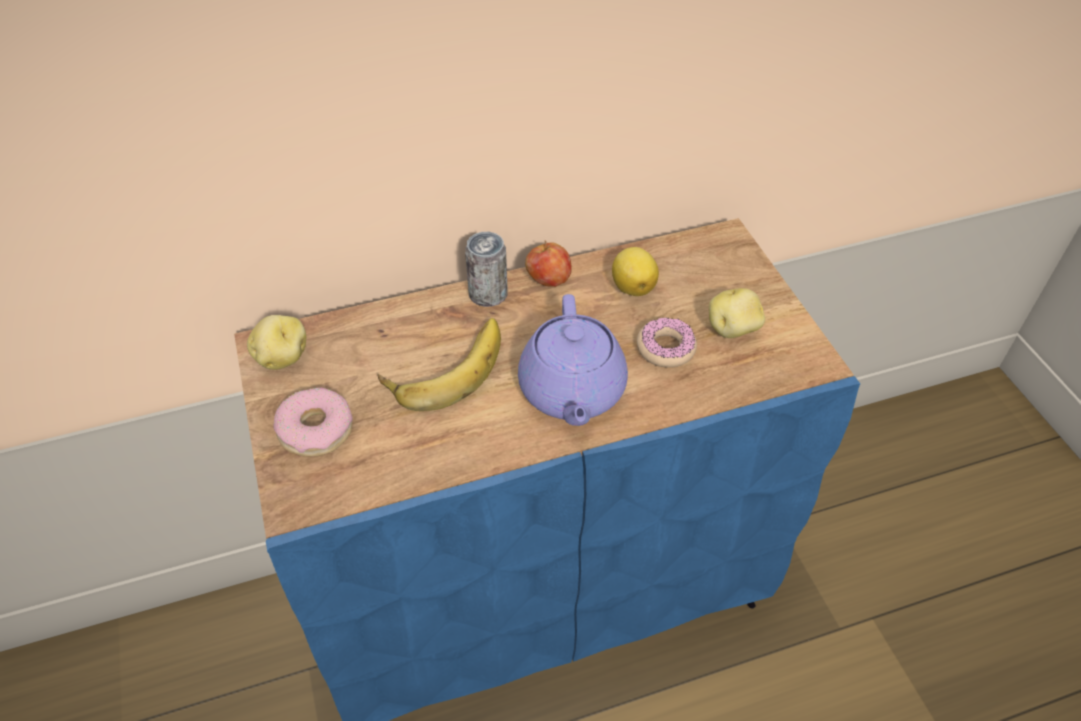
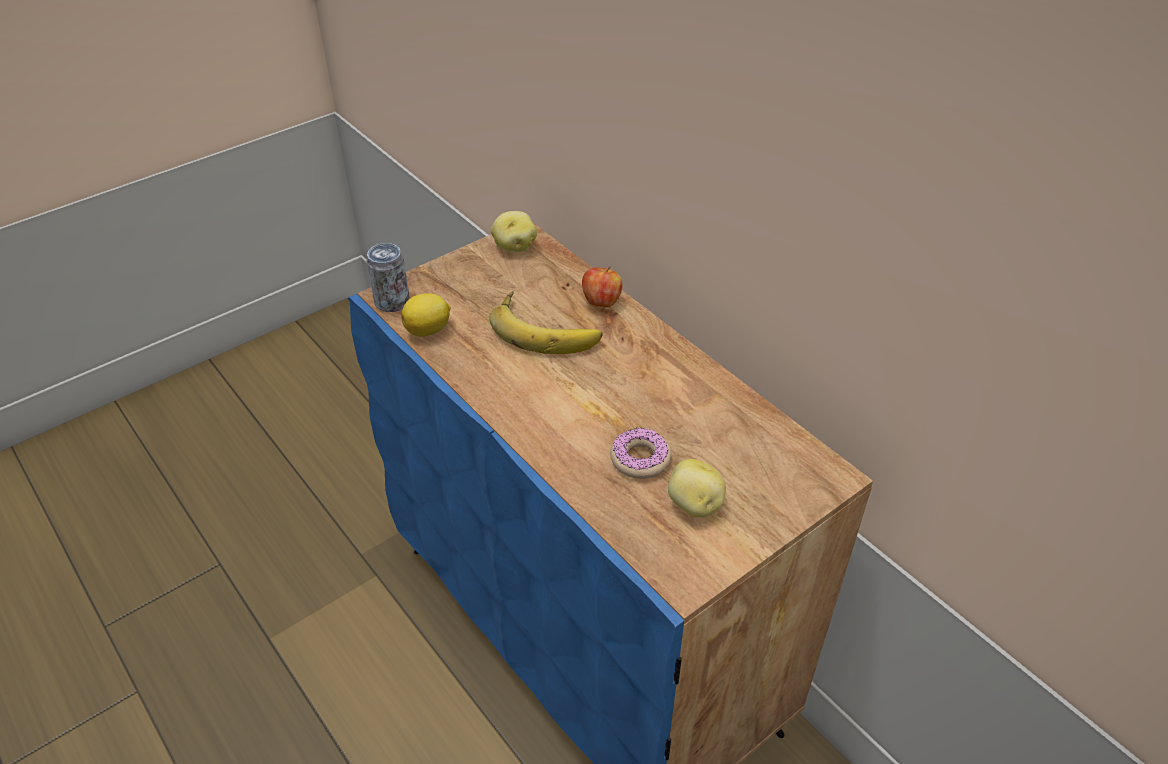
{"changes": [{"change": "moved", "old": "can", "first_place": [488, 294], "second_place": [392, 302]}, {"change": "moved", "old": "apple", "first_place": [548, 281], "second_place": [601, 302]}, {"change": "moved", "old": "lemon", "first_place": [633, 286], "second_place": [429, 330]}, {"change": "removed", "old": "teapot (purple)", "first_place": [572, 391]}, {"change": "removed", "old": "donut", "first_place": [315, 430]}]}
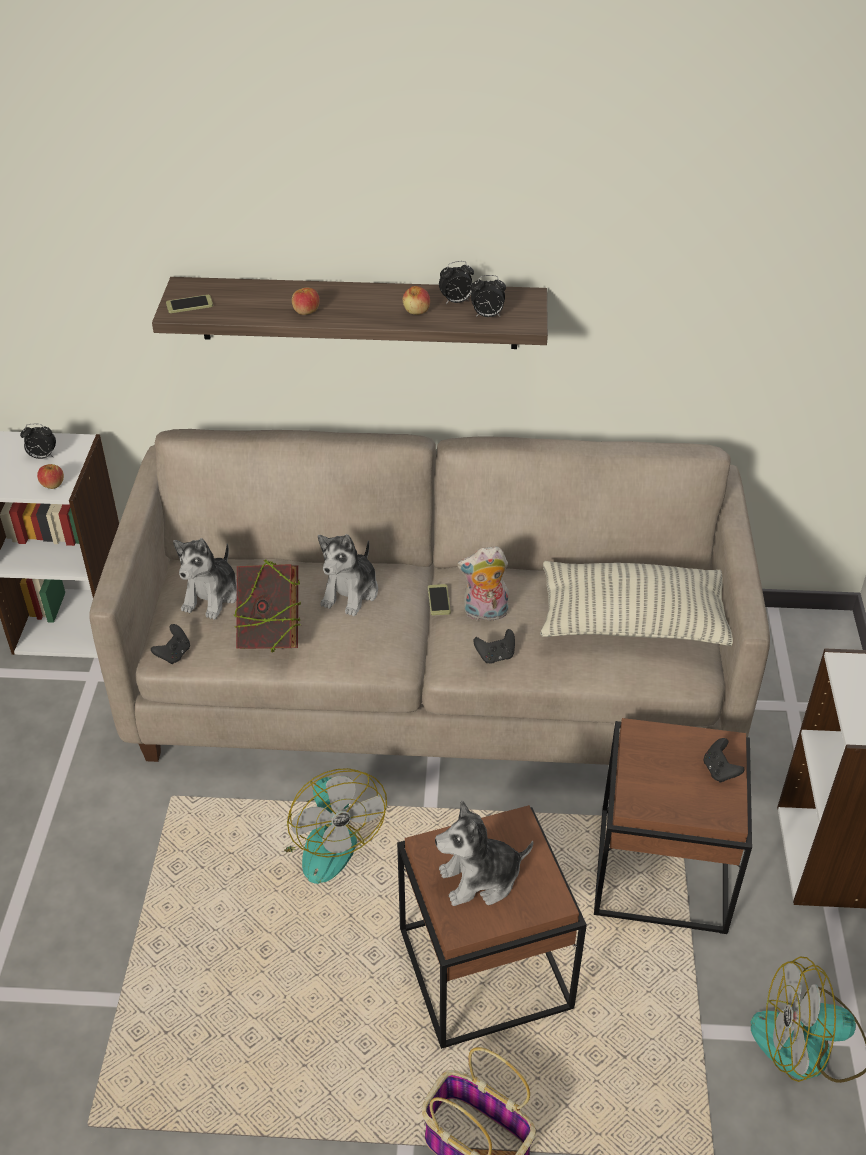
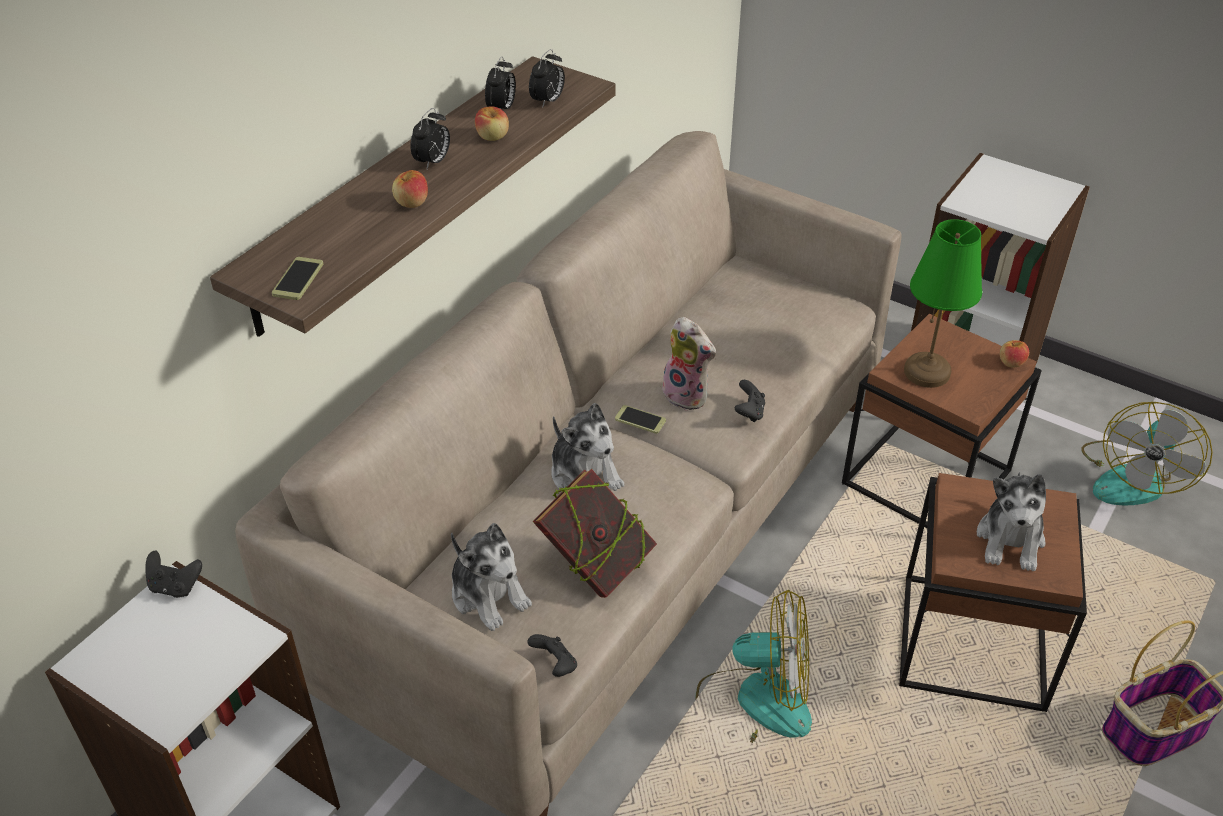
{"changes": [{"change": "moved", "old": "alarm clock", "first_place": [42, 457], "second_place": [433, 162]}, {"change": "moved", "old": "apple", "first_place": [52, 484], "second_place": [1011, 362]}, {"change": "turned", "old": "plush toy", "first_place": [484, 613], "second_place": [688, 395], "degrees": -75}, {"change": "removed", "old": "pillow", "first_place": [633, 622]}, {"change": "moved", "old": "game controller (black)", "first_place": [719, 771], "second_place": [175, 586]}, {"change": "added", "new": "table lamp (green)", "second_place": [927, 371]}]}
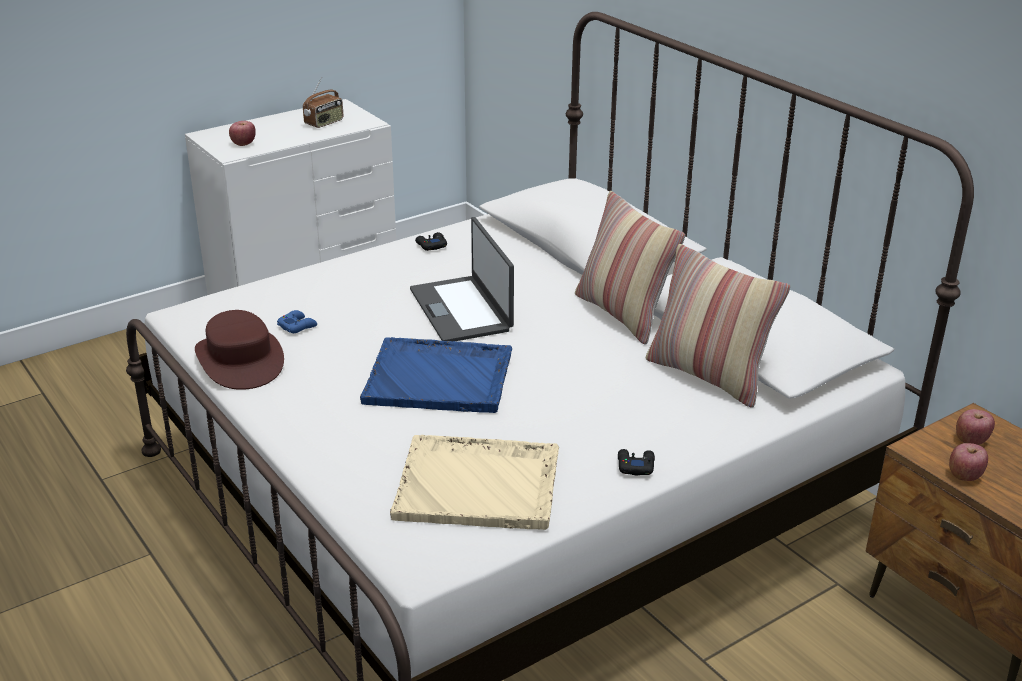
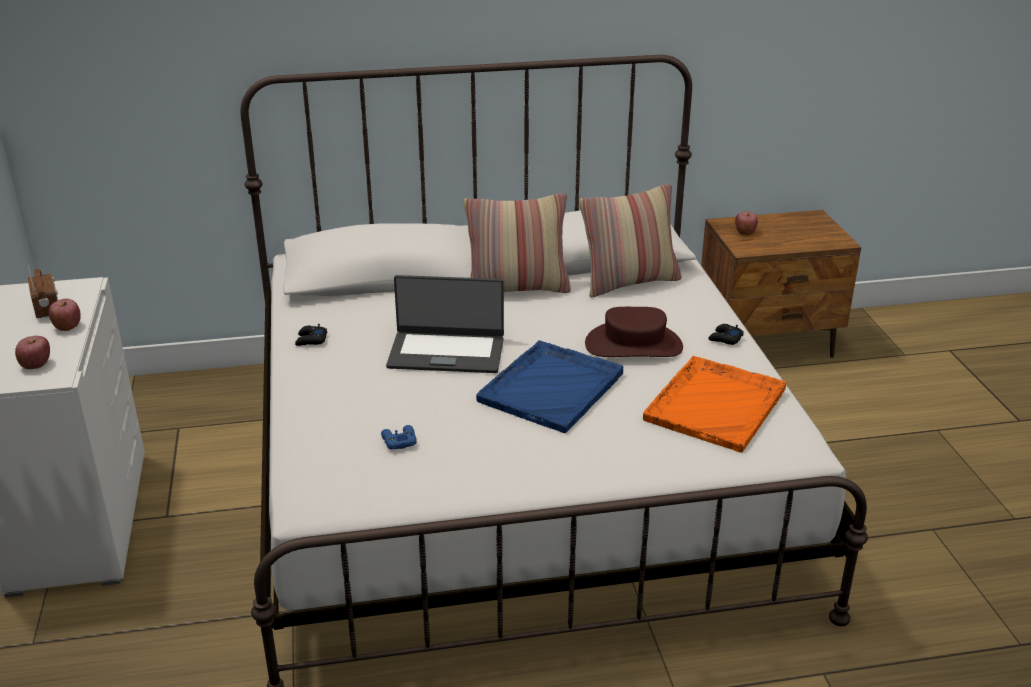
{"changes": [{"change": "moved", "old": "hat (brown)", "first_place": [240, 360], "second_place": [634, 345]}, {"change": "recoloured", "old": "tray (beige)", "new": "tray (orange)", "first_place": [479, 485], "second_place": [716, 404]}, {"change": "moved", "old": "apple", "first_place": [965, 475], "second_place": [67, 326]}]}
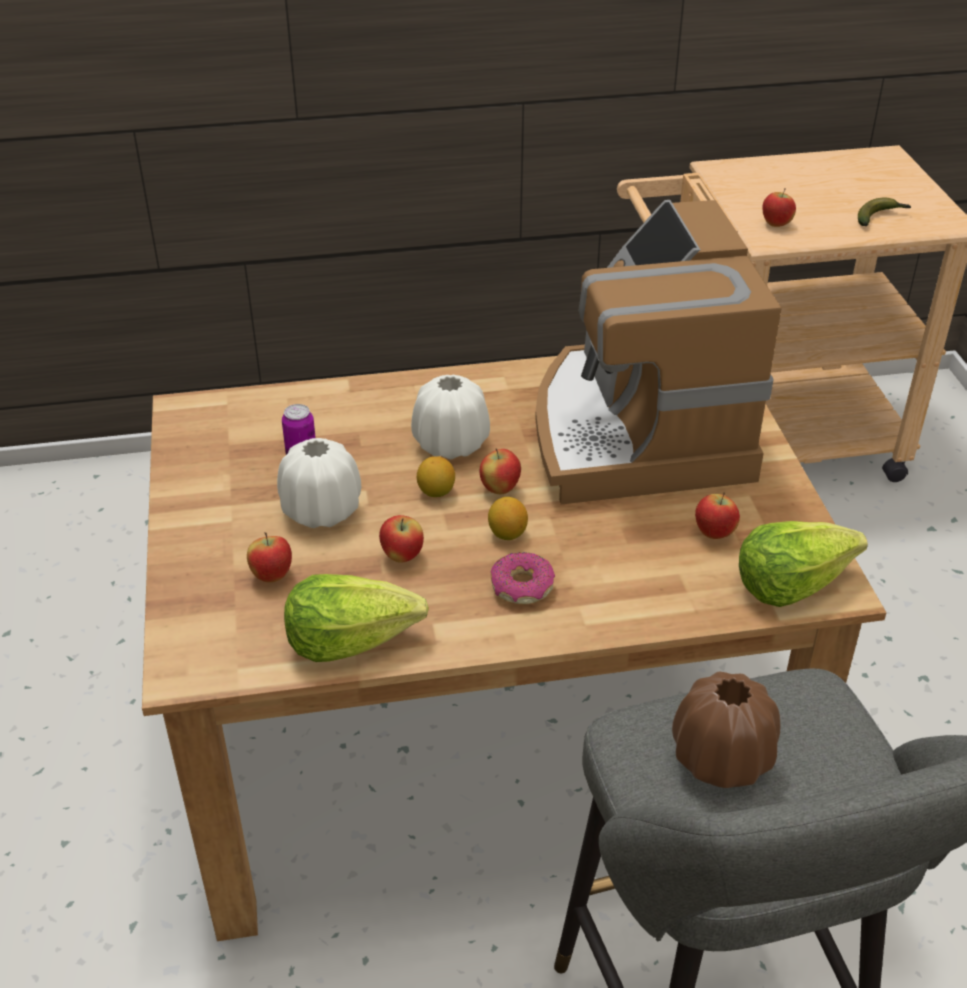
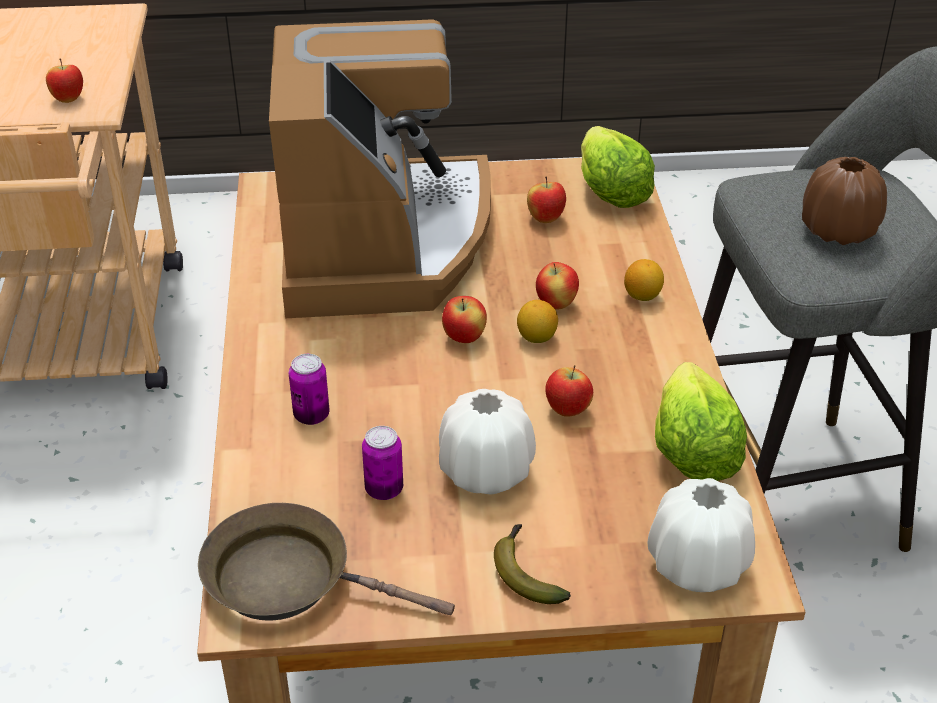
{"changes": [{"change": "moved", "old": "banana", "first_place": [880, 218], "second_place": [526, 572]}, {"change": "turned", "old": "coffee machine", "first_place": [637, 430], "second_place": [383, 243], "degrees": -90}, {"change": "moved", "old": "vase (white)", "first_place": [451, 444], "second_place": [697, 565]}, {"change": "moved", "old": "lemon", "first_place": [436, 492], "second_place": [642, 296]}, {"change": "moved", "old": "apple", "first_place": [272, 576], "second_place": [556, 304]}, {"change": "removed", "old": "donut", "first_place": [521, 587]}, {"change": "added", "new": "can", "second_place": [311, 415]}, {"change": "added", "new": "frying pan (brown)", "second_place": [290, 579]}]}
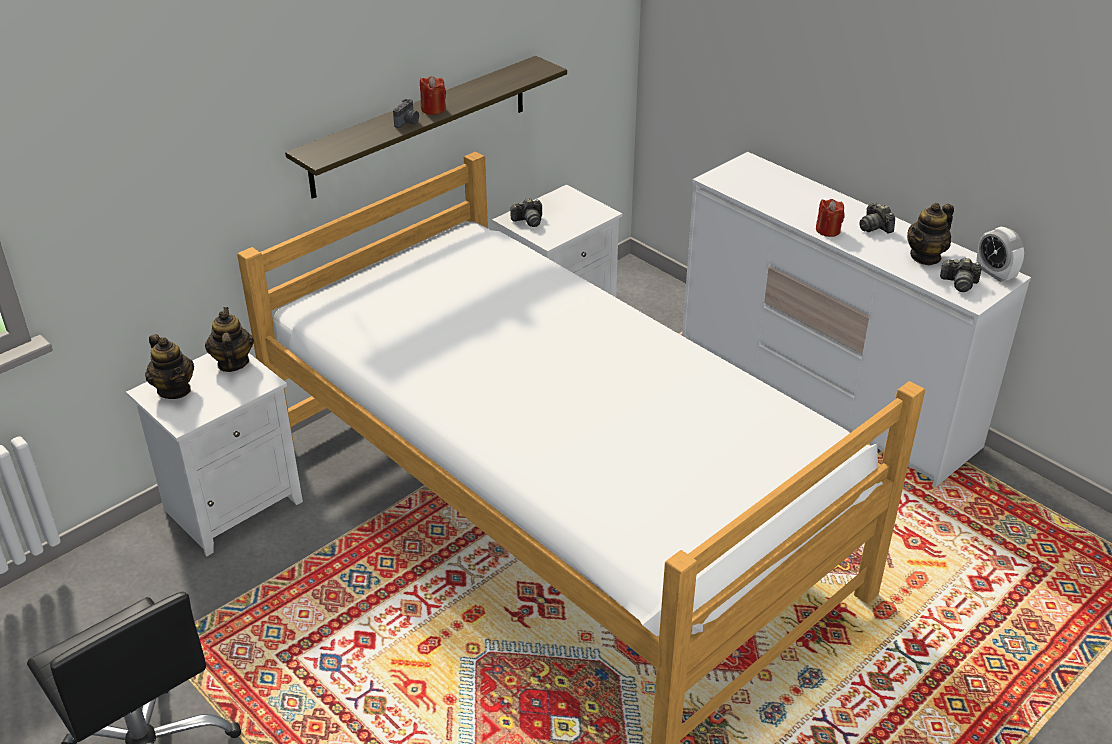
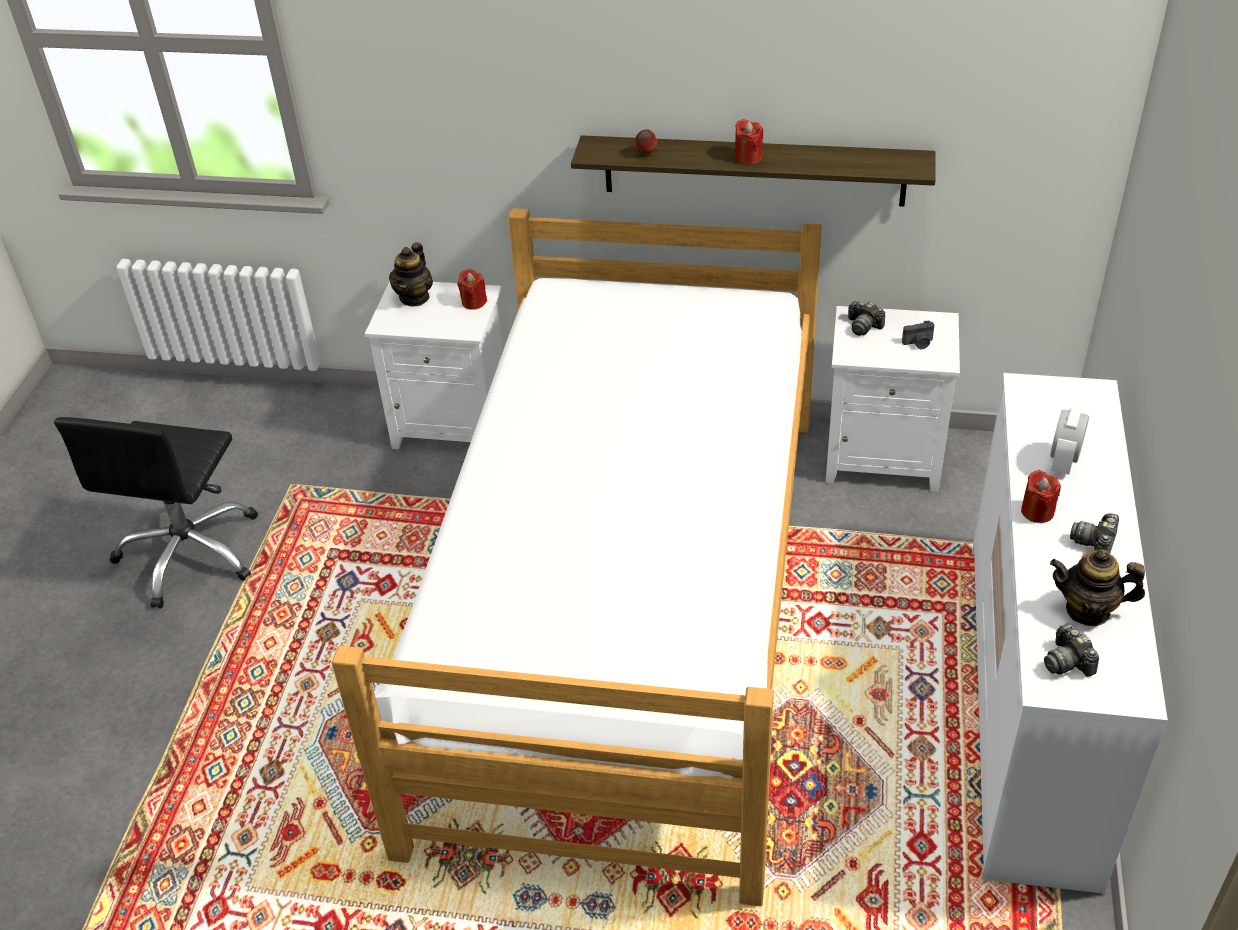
{"changes": [{"change": "moved", "old": "photo camera", "first_place": [408, 122], "second_place": [918, 343]}, {"change": "moved", "old": "alarm clock", "first_place": [995, 273], "second_place": [1063, 462]}, {"change": "replaced", "old": "teapot", "new": "candle (red)", "first_place": [232, 363], "second_place": [474, 302]}, {"change": "added", "new": "apple", "second_place": [646, 154]}]}
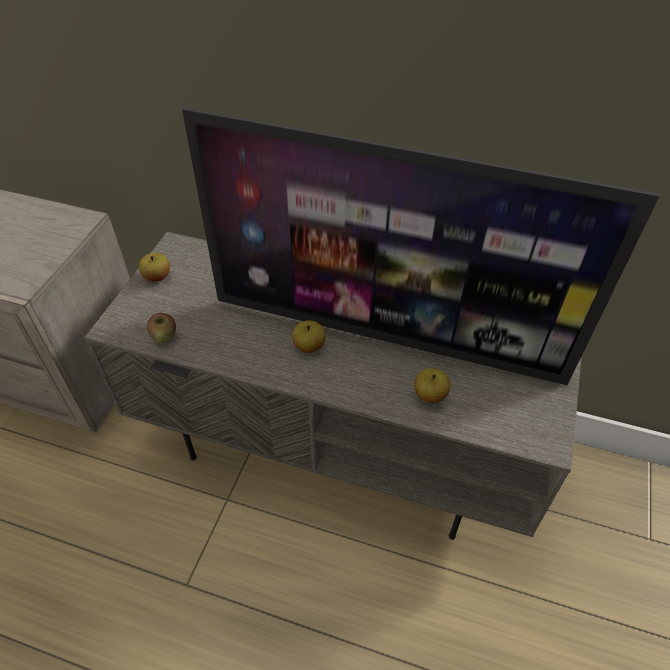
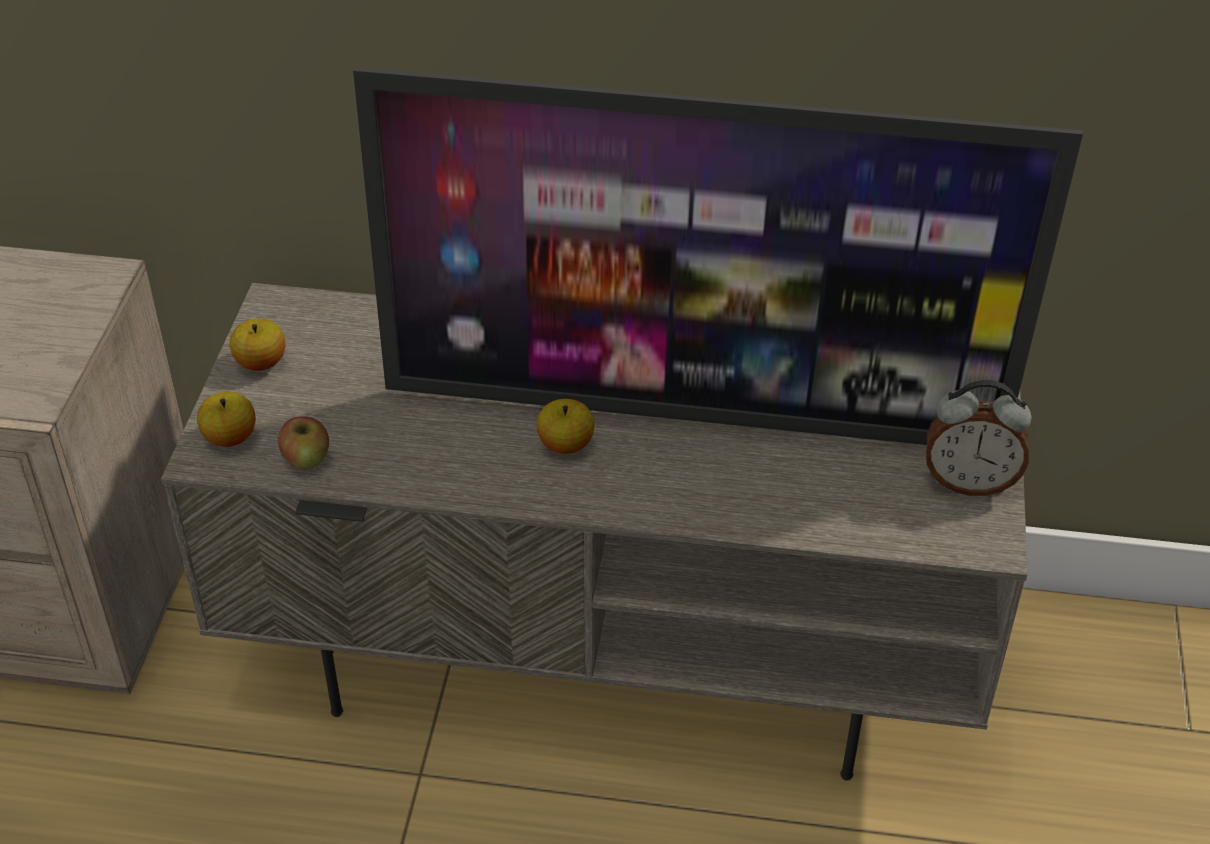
{"changes": [{"change": "moved", "old": "apple", "first_place": [430, 395], "second_place": [230, 437]}, {"change": "added", "new": "alarm clock", "second_place": [969, 482]}]}
